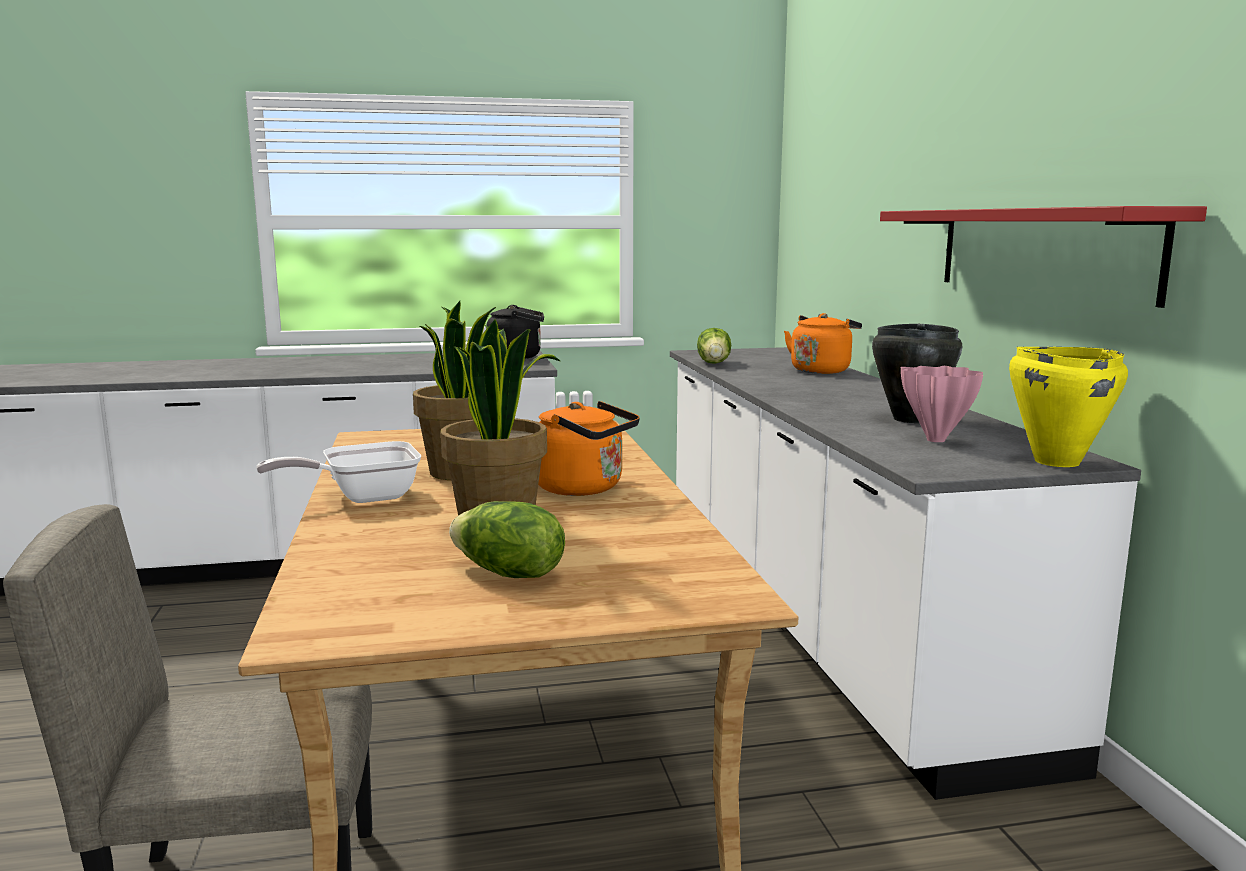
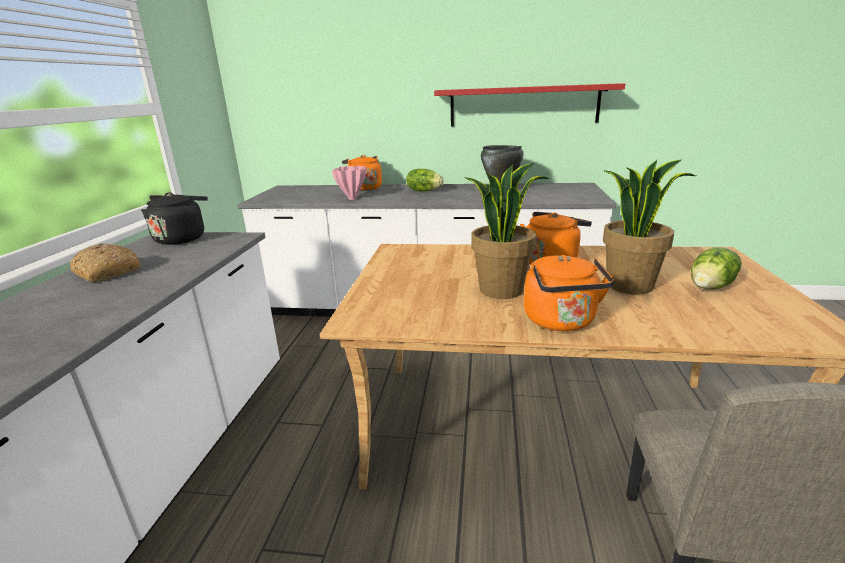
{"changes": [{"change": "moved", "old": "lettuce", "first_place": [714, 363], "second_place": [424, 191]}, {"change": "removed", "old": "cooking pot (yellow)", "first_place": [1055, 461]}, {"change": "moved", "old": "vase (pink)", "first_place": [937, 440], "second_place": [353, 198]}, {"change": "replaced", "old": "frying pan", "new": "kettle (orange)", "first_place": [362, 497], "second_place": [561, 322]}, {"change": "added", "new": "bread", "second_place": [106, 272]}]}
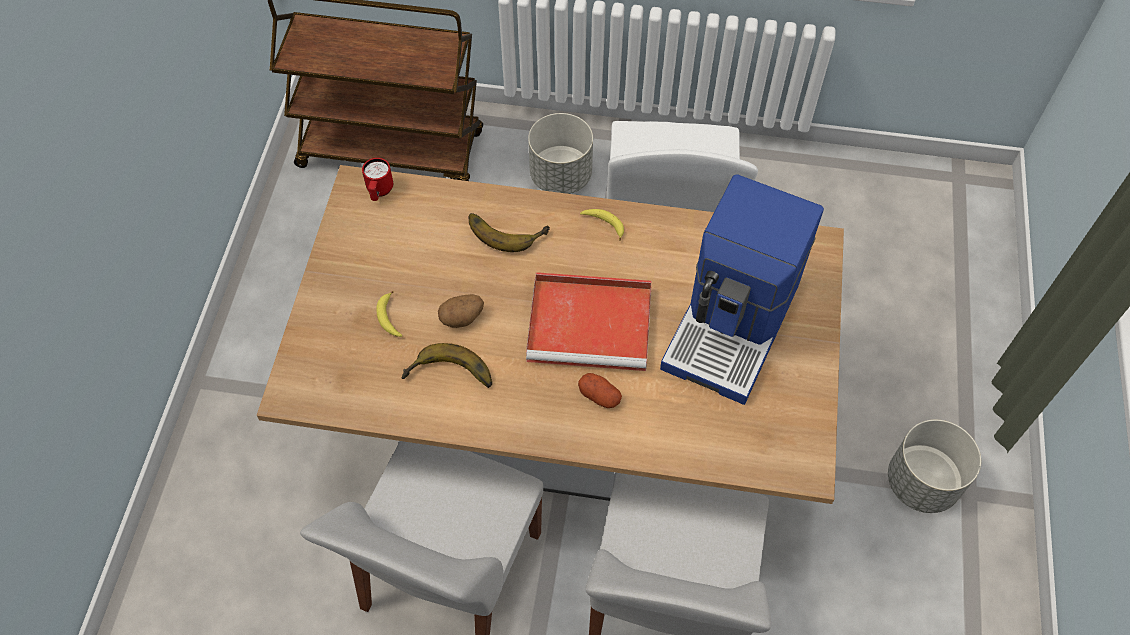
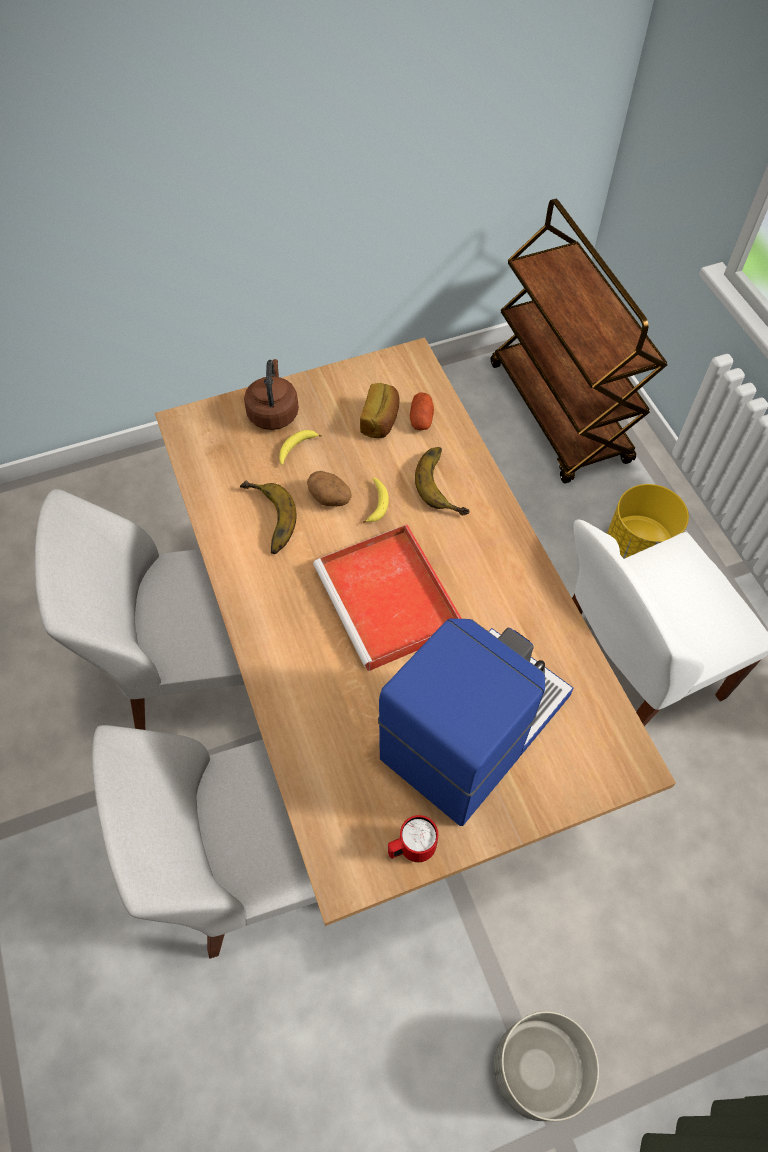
{"changes": [{"change": "recoloured", "old": "planter (grey)", "new": "planter (yellow)", "first_place": [561, 175], "second_place": [637, 548]}, {"change": "moved", "old": "mug (red)", "first_place": [379, 192], "second_place": [411, 848]}, {"change": "turned", "old": "coffee machine", "first_place": [733, 325], "second_place": [472, 726], "degrees": 135}, {"change": "moved", "old": "banana", "first_place": [604, 224], "second_place": [377, 503]}, {"change": "moved", "old": "potato", "first_place": [599, 396], "second_place": [421, 419]}, {"change": "added", "new": "kettle (brown)", "second_place": [273, 412]}, {"change": "added", "new": "bread", "second_place": [381, 420]}]}
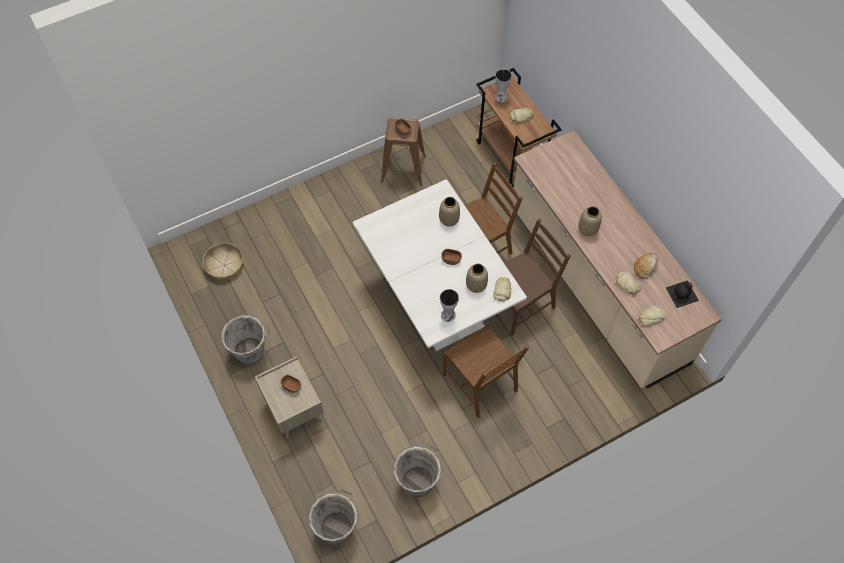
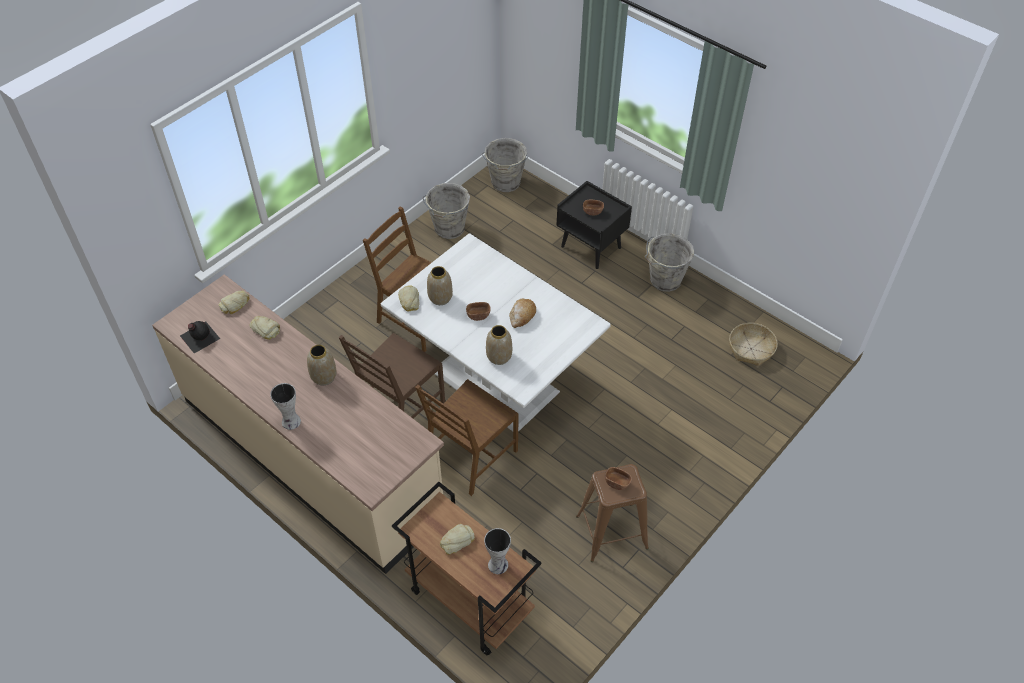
{"changes": [{"change": "moved", "old": "bread", "first_place": [645, 267], "second_place": [522, 316]}, {"change": "moved", "old": "vase", "first_place": [448, 314], "second_place": [290, 422]}, {"change": "recoloured", "old": "nightstand (beige)", "new": "nightstand (black)", "first_place": [293, 410], "second_place": [591, 247]}]}
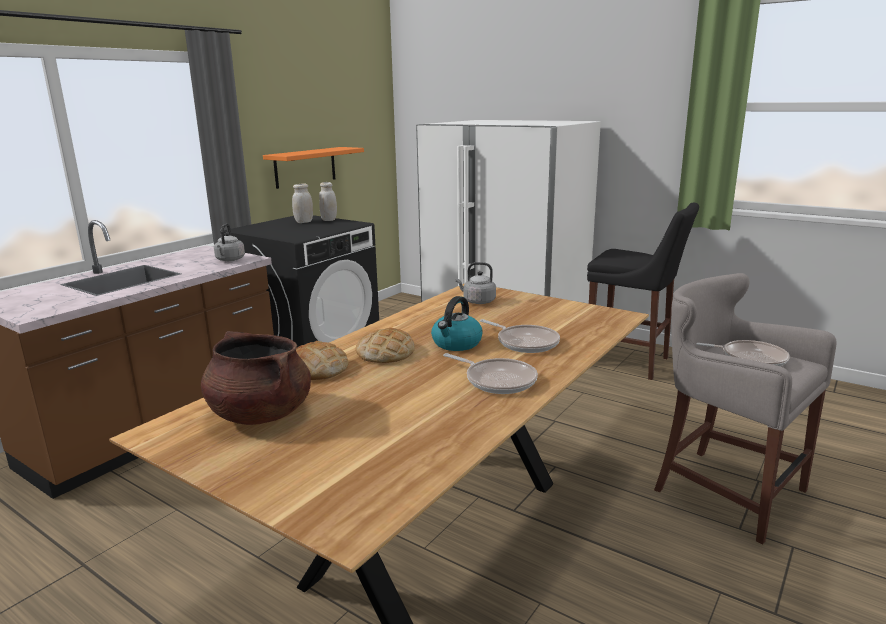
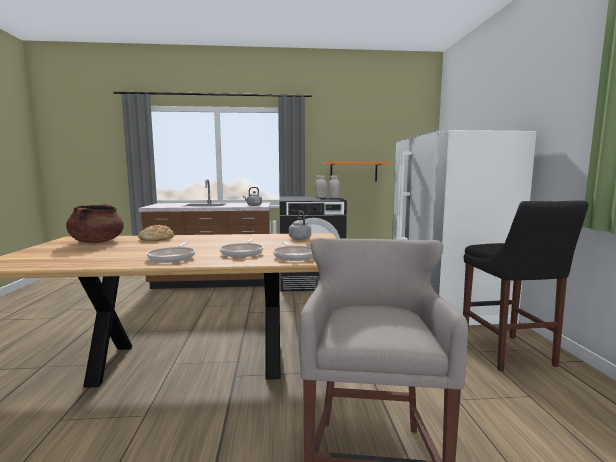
{"changes": [{"change": "removed", "old": "kettle", "first_place": [456, 344]}, {"change": "removed", "old": "bread", "first_place": [386, 353]}, {"change": "moved", "old": "frying pan", "first_place": [749, 358], "second_place": [294, 256]}]}
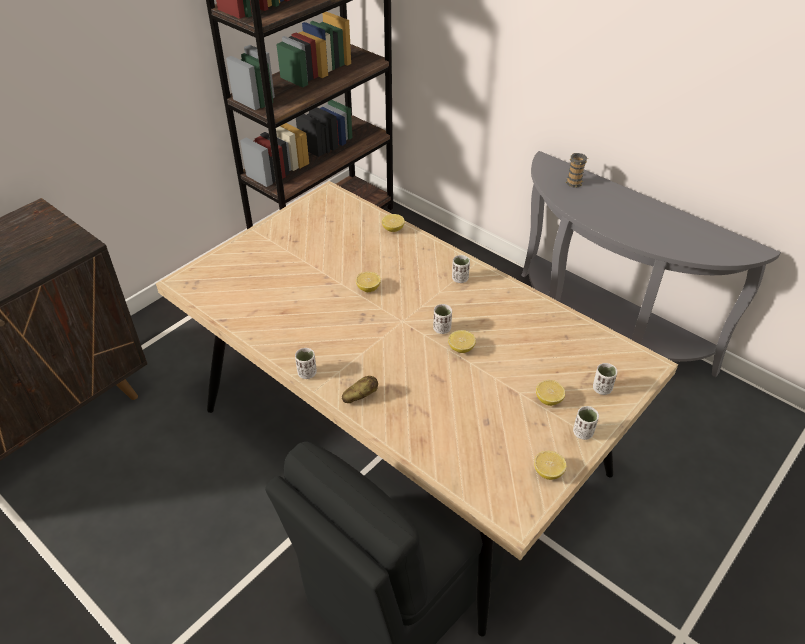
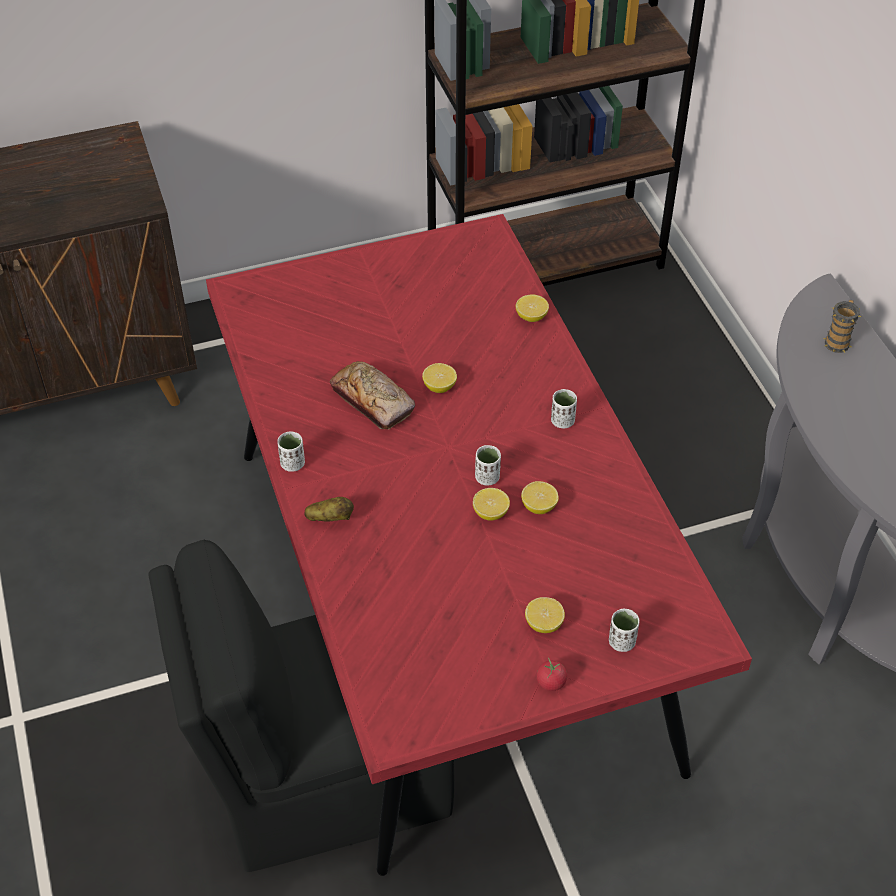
{"changes": [{"change": "recoloured", "old": "dining table (beige)", "new": "dining table (red)", "first_place": [400, 441], "second_place": [445, 600]}, {"change": "replaced", "old": "cup (white)", "new": "tomato", "first_place": [583, 433], "second_place": [551, 682]}, {"change": "moved", "old": "lemon", "first_place": [548, 472], "second_place": [539, 506]}, {"change": "added", "new": "bread", "second_place": [372, 401]}]}
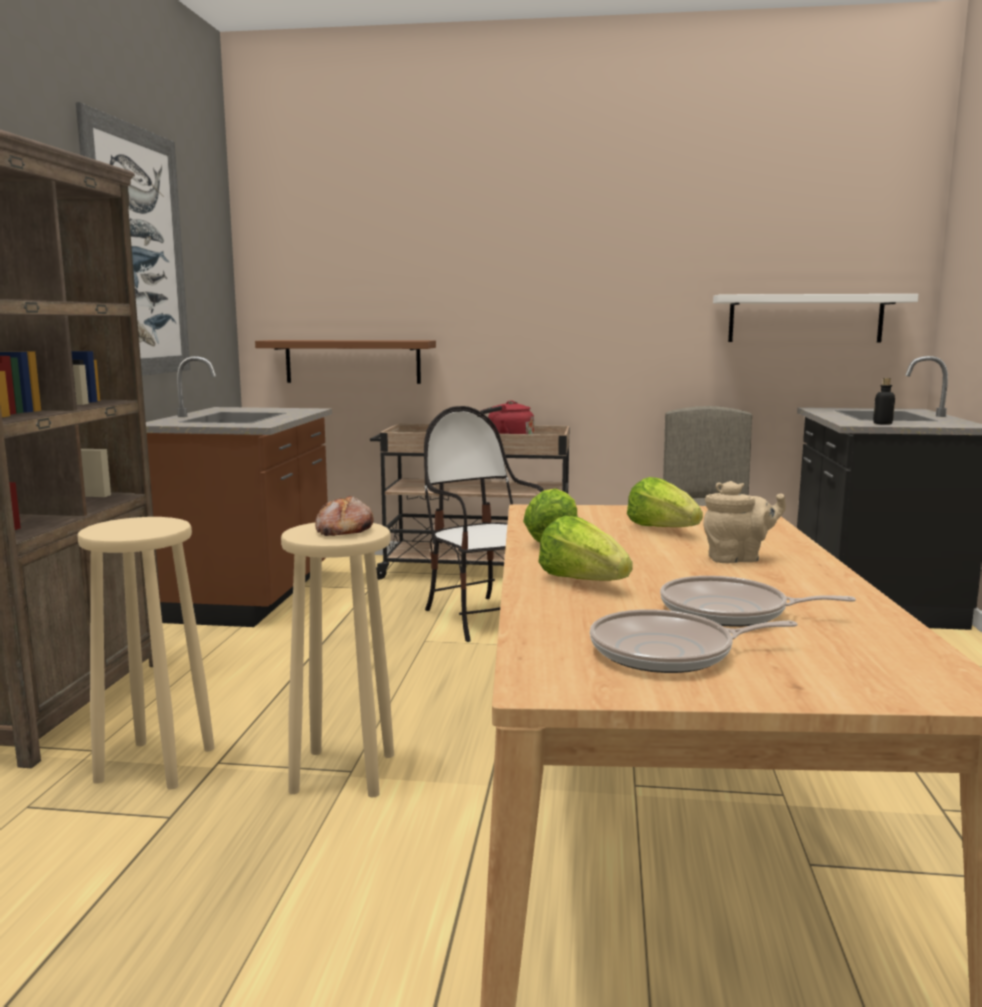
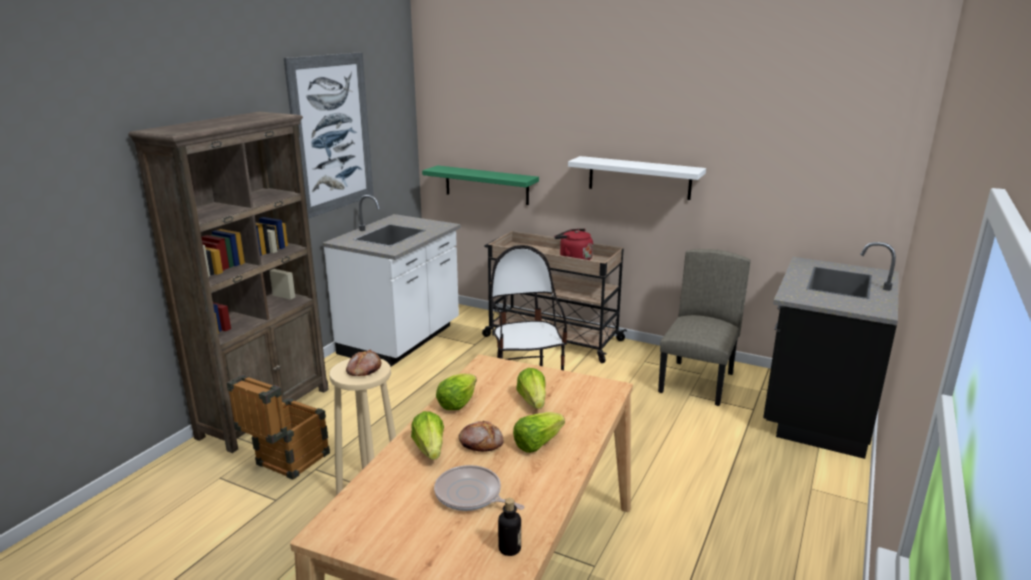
{"changes": [{"change": "moved", "old": "shelf (white)", "first_place": [805, 318], "second_place": [639, 177]}, {"change": "recoloured", "old": "shelf (brown)", "new": "shelf (green)", "first_place": [352, 361], "second_place": [486, 185]}, {"change": "recoloured", "old": "counter (brown)", "new": "counter (white)", "first_place": [250, 596], "second_place": [401, 340]}, {"change": "moved", "old": "bottle", "first_place": [882, 423], "second_place": [509, 548]}, {"change": "replaced", "old": "teapot (beige)", "new": "lettuce", "first_place": [737, 559], "second_place": [537, 443]}, {"change": "replaced", "old": "stool (beige)", "new": "crate", "first_place": [154, 764], "second_place": [286, 463]}, {"change": "removed", "old": "frying pan", "first_place": [669, 652]}, {"change": "added", "new": "bread", "second_place": [481, 442]}]}
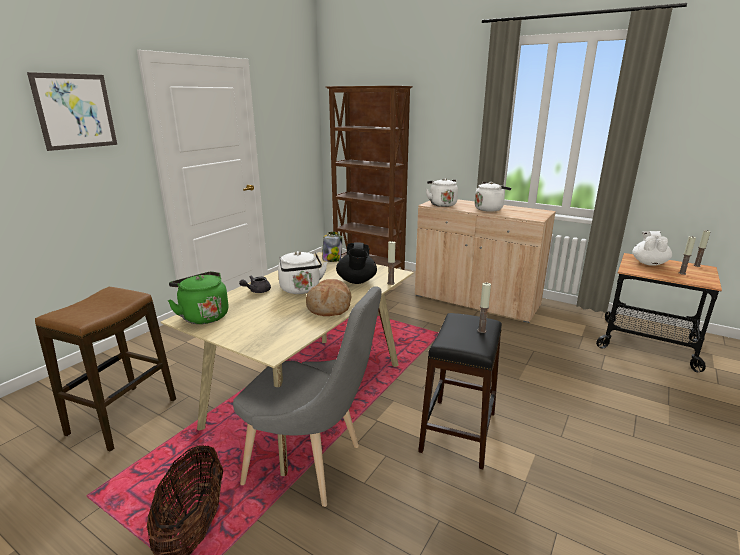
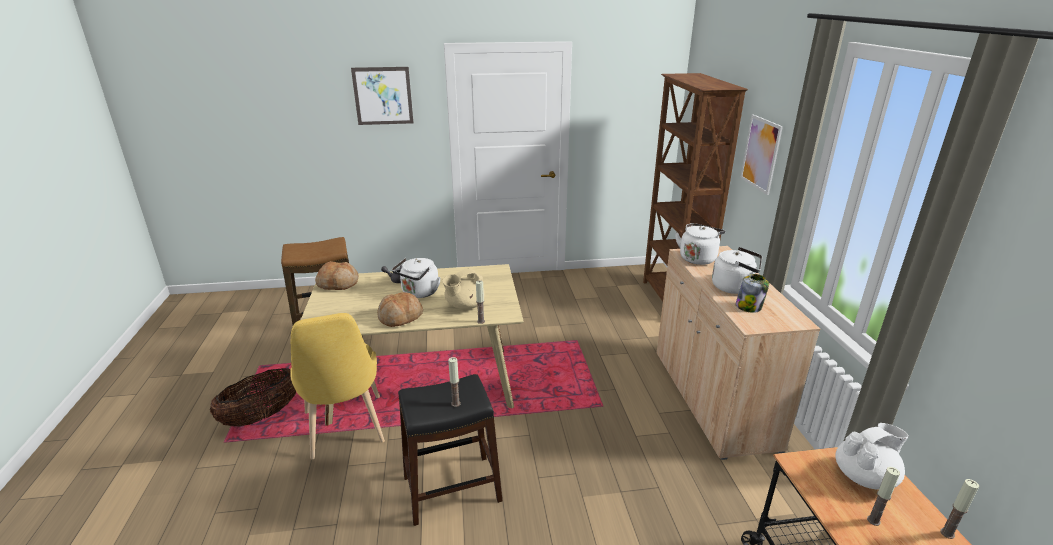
{"changes": [{"change": "moved", "old": "jar", "first_place": [332, 259], "second_place": [749, 307]}, {"change": "recoloured", "old": "teapot (black)", "new": "teapot (beige)", "first_place": [356, 281], "second_place": [464, 306]}, {"change": "replaced", "old": "kettle (green)", "new": "bread", "first_place": [203, 316], "second_place": [338, 283]}, {"change": "recoloured", "old": "chair (grey)", "new": "chair (yellow)", "first_place": [311, 465], "second_place": [346, 431]}, {"change": "added", "new": "picture", "second_place": [760, 154]}]}
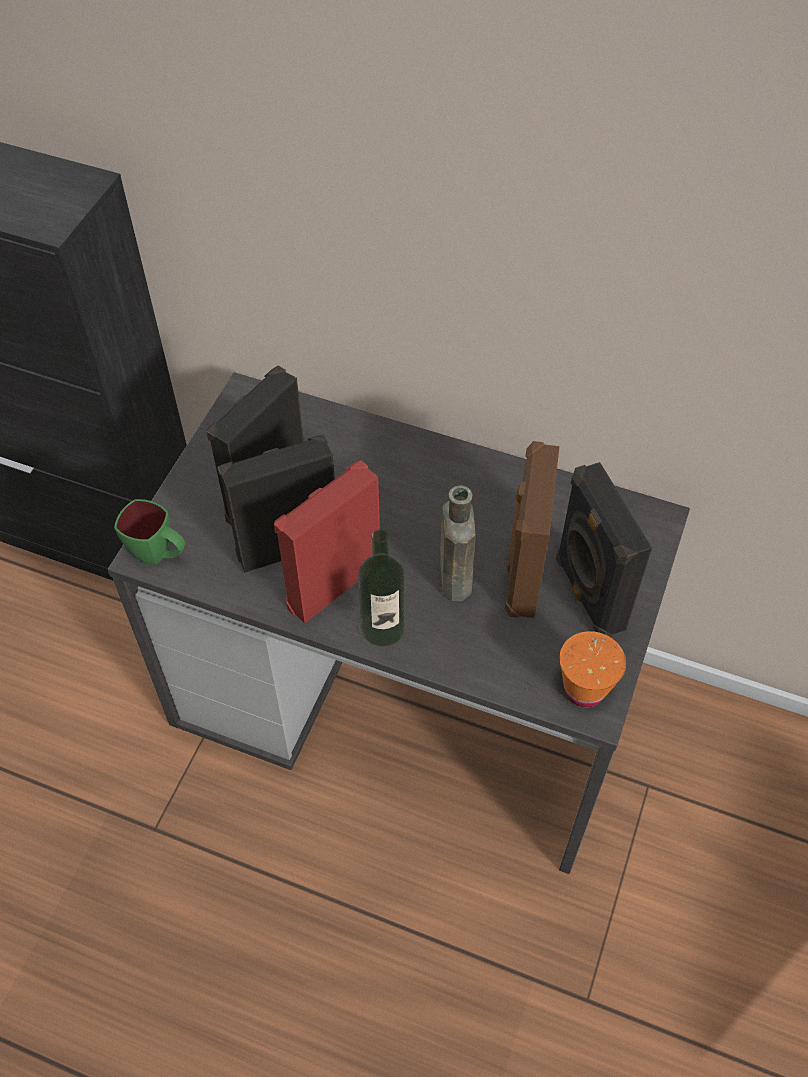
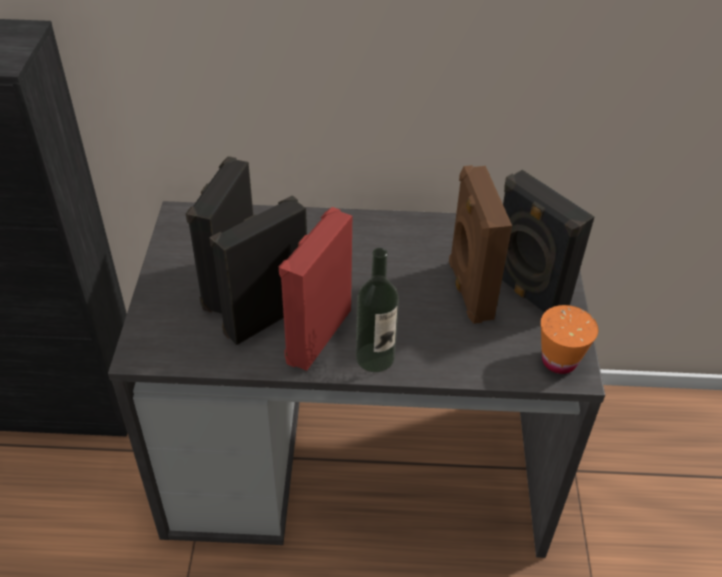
{"changes": [{"change": "removed", "old": "bottle (brown)", "first_place": [454, 576]}, {"change": "removed", "old": "mug (green)", "first_place": [160, 555]}]}
